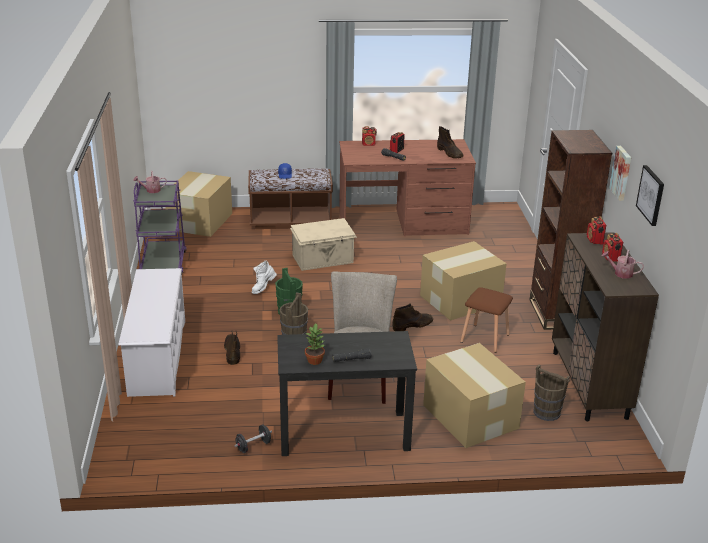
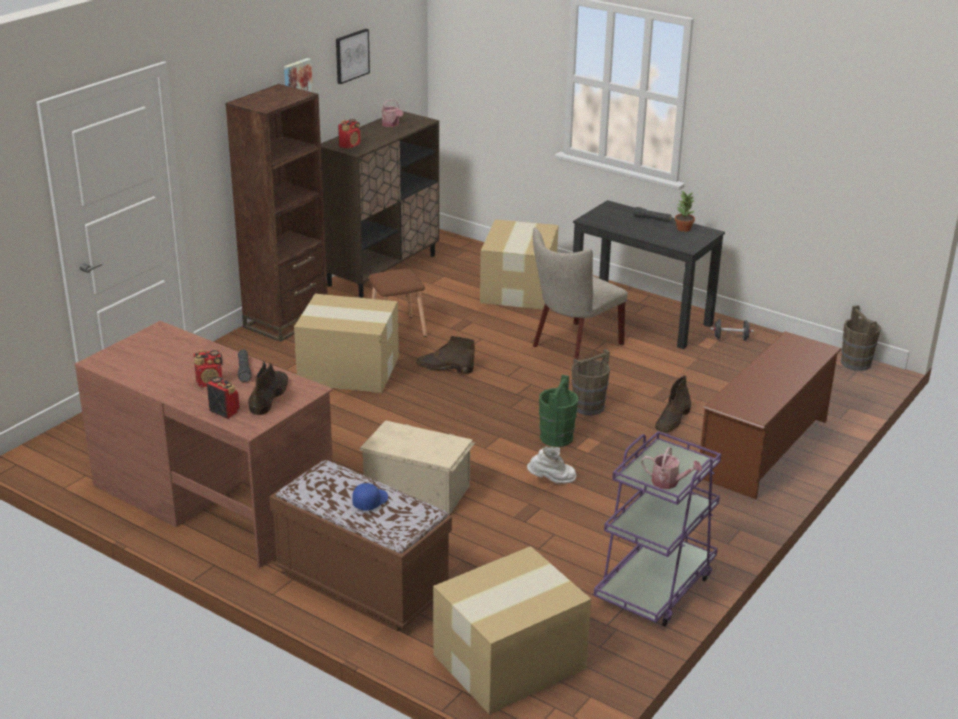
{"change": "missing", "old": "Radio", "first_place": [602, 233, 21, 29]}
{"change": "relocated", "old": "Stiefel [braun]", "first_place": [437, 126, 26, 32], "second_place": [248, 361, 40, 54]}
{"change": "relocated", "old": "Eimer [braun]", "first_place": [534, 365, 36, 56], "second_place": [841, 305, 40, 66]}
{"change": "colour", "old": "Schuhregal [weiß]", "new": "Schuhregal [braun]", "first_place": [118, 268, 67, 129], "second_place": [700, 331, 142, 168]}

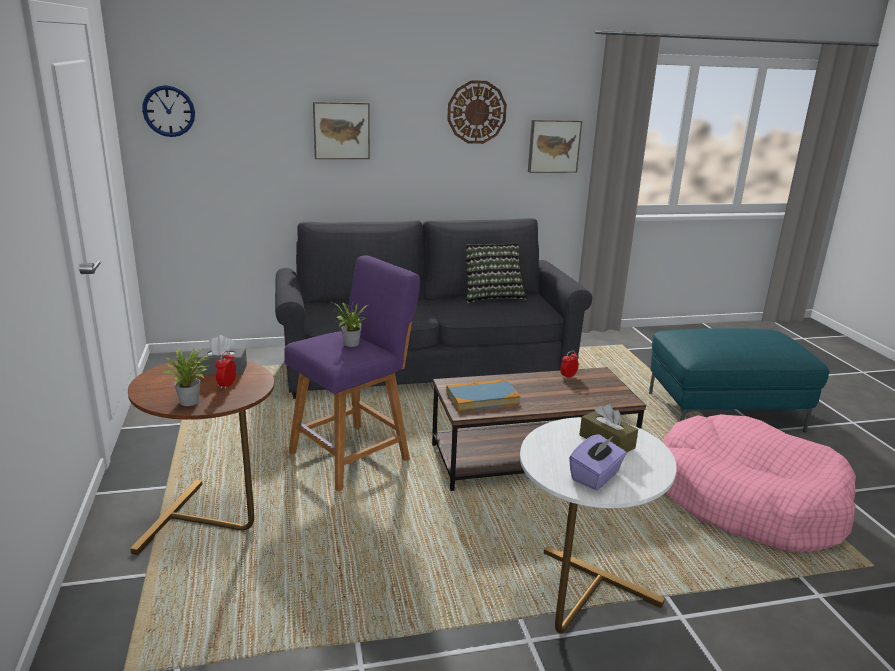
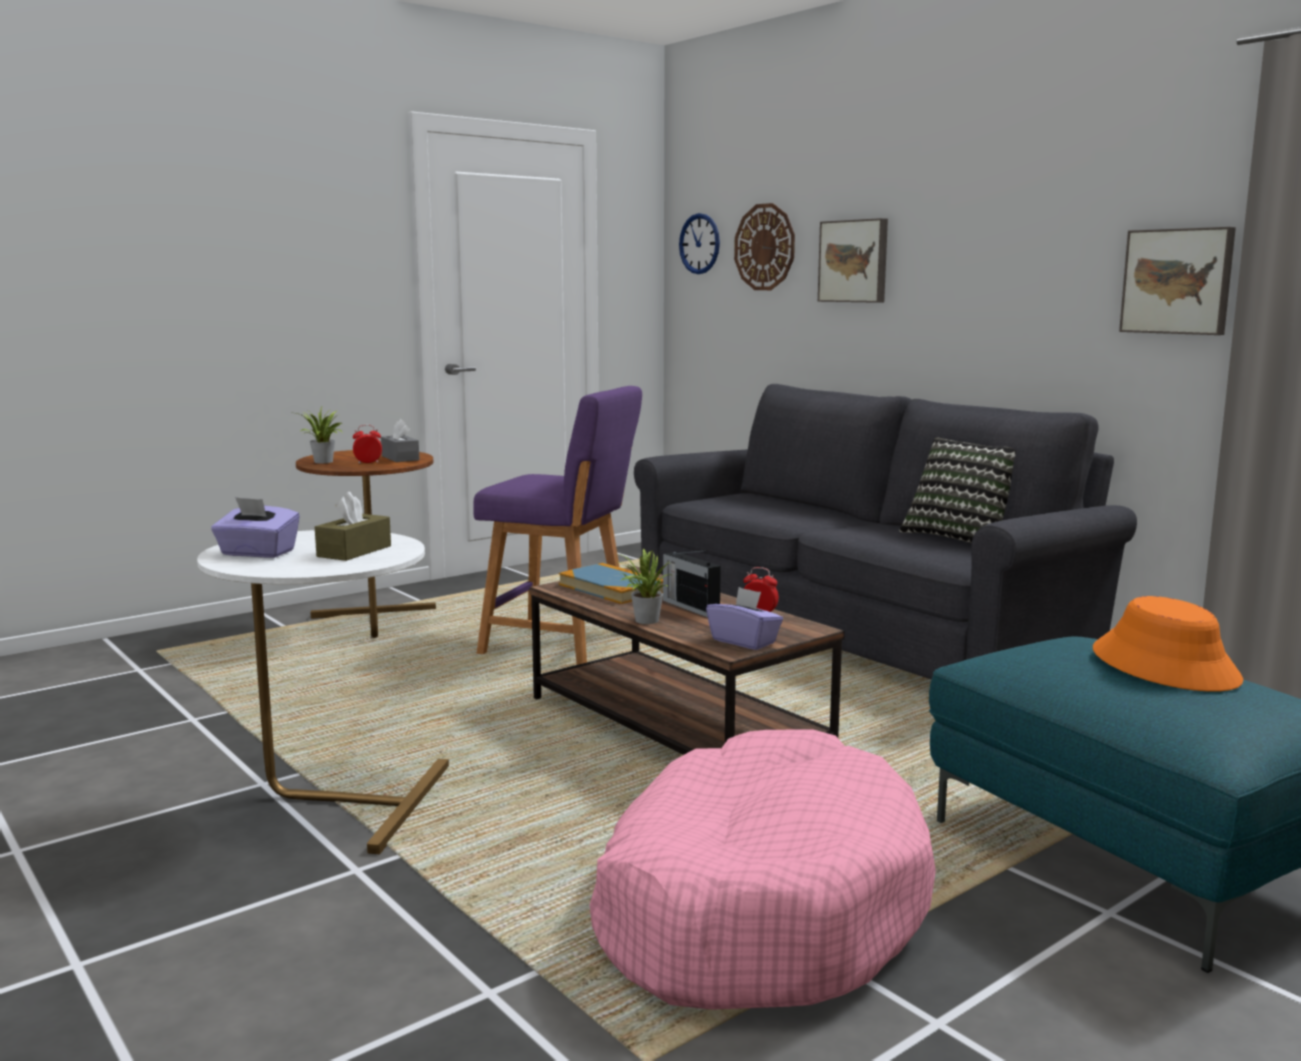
{"change": "appeared", "new": "Radio", "second_place": [663, 550, 58, 67]}
{"change": "appeared", "new": "Taschentuchbox [lila]", "second_place": [706, 587, 77, 63]}
{"change": "appeared", "new": "Hut [orange]", "second_place": [1093, 596, 150, 96]}
{"change": "relocated", "old": "Topfpflanze", "first_place": [330, 302, 38, 45], "second_place": [618, 548, 53, 76]}
{"change": "relocated", "old": "Wanduhr", "first_place": [447, 80, 60, 64], "second_place": [734, 203, 61, 87]}

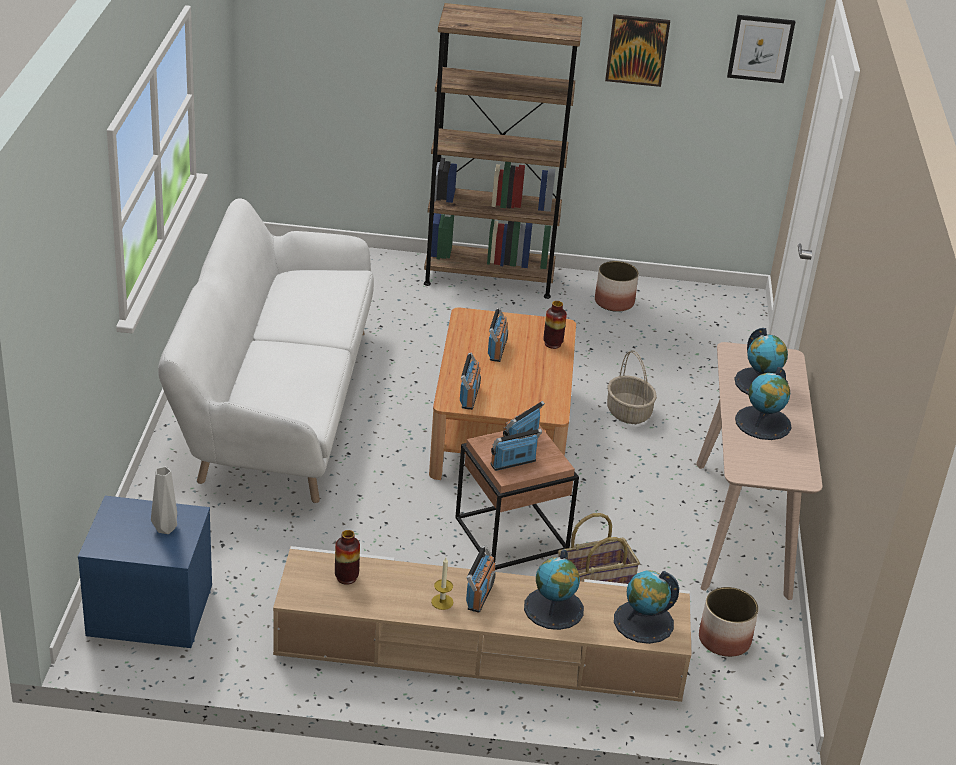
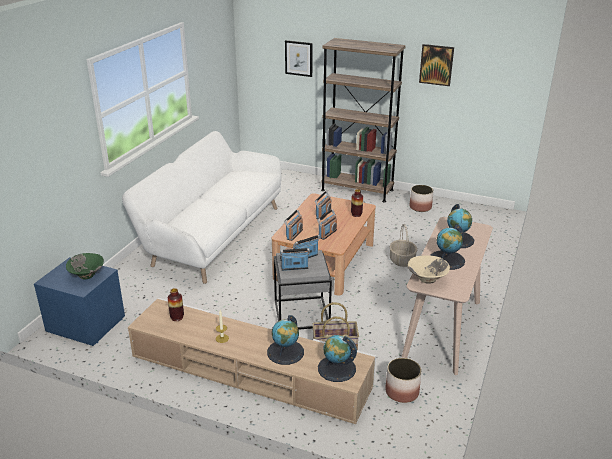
{"change": "appeared", "new": "Schüssel [beige]", "second_place": [408, 255, 42, 29]}
{"change": "relocated", "old": "Radio", "first_place": [466, 546, 29, 67], "second_place": [317, 209, 20, 31]}
{"change": "relocated", "old": "Bild", "first_place": [727, 15, 68, 68], "second_place": [285, 40, 28, 37]}
{"change": "exchanged", "old": "Vase [grau]", "new": "Schüssel [grün]", "first_place": [151, 467, 26, 67], "second_place": [66, 253, 38, 27]}
{"change": "colour", "old": "Beistelltisch [braun]", "new": "Beistelltisch [grau]", "first_place": [455, 425, 124, 145], "second_place": [274, 250, 58, 80]}

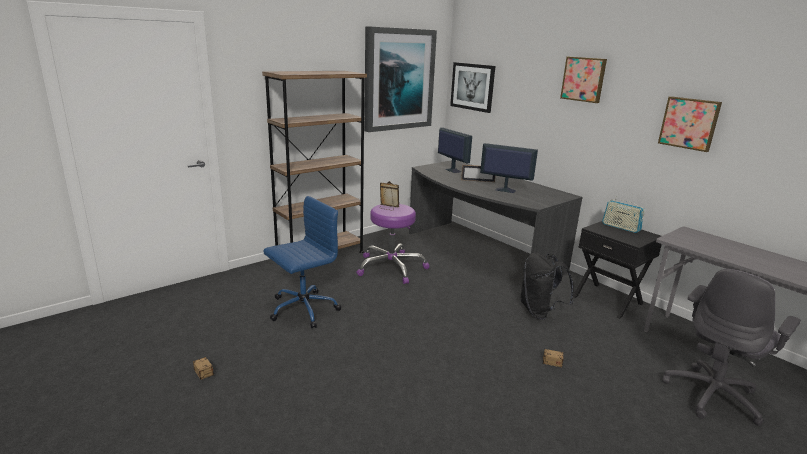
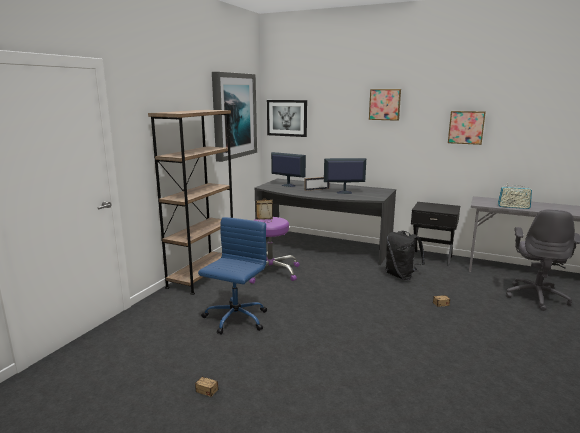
{"change": "relocated", "old": "Radio", "first_place": [602, 196, 43, 37], "second_place": [498, 183, 34, 26]}

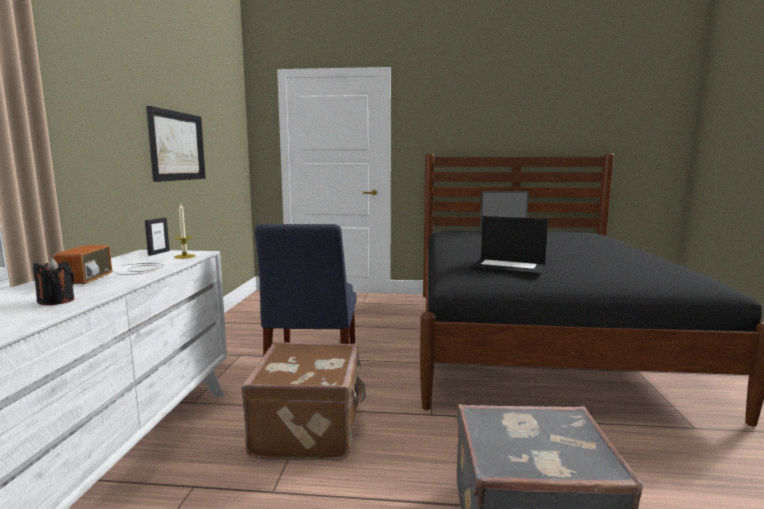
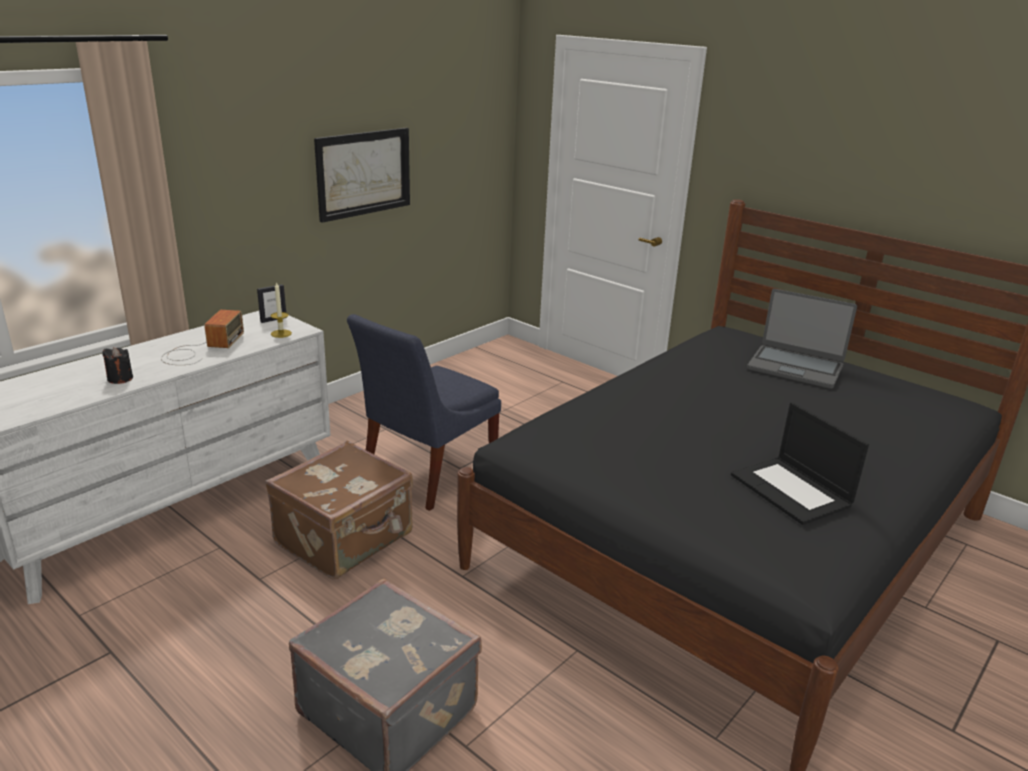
{"change": "relocated", "old": "Laptop", "first_place": [470, 216, 78, 60], "second_place": [731, 402, 138, 123]}
{"change": "spun", "old": "Radio", "first_place": [54, 245, 110, 39], "second_place": [161, 310, 83, 55], "degrees": 150}

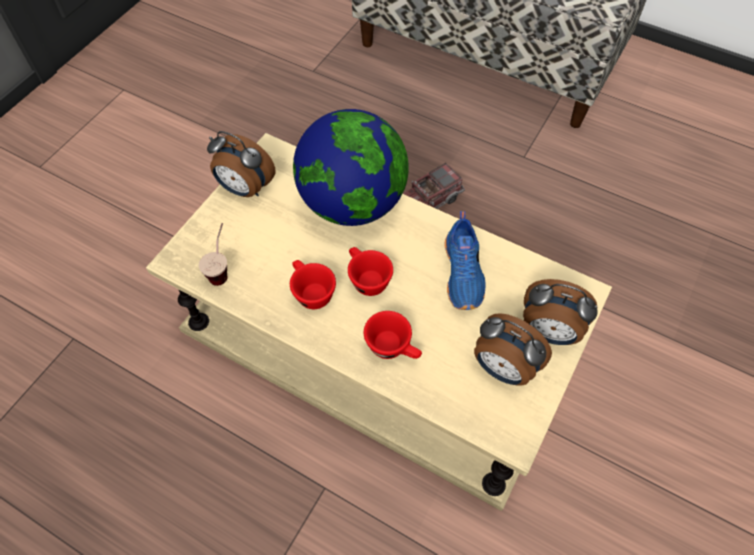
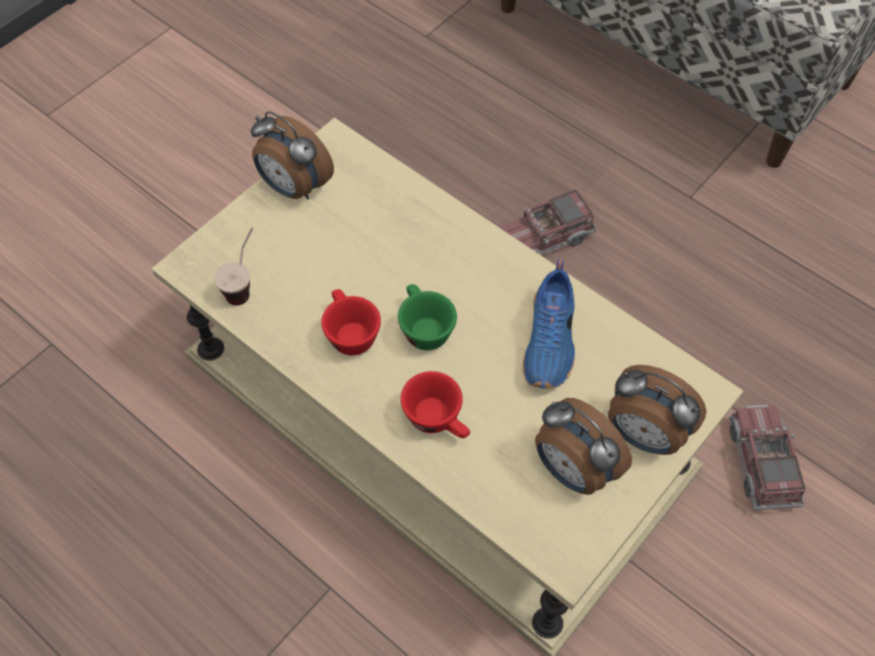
{"change": "missing", "old": "Globus", "first_place": [293, 109, 116, 117]}
{"change": "appeared", "new": "Spielzeuglaster", "second_place": [729, 404, 77, 106]}
{"change": "colour", "old": "Tasse [rot]", "new": "Tasse [grün]", "first_place": [348, 247, 45, 49], "second_place": [398, 284, 59, 66]}

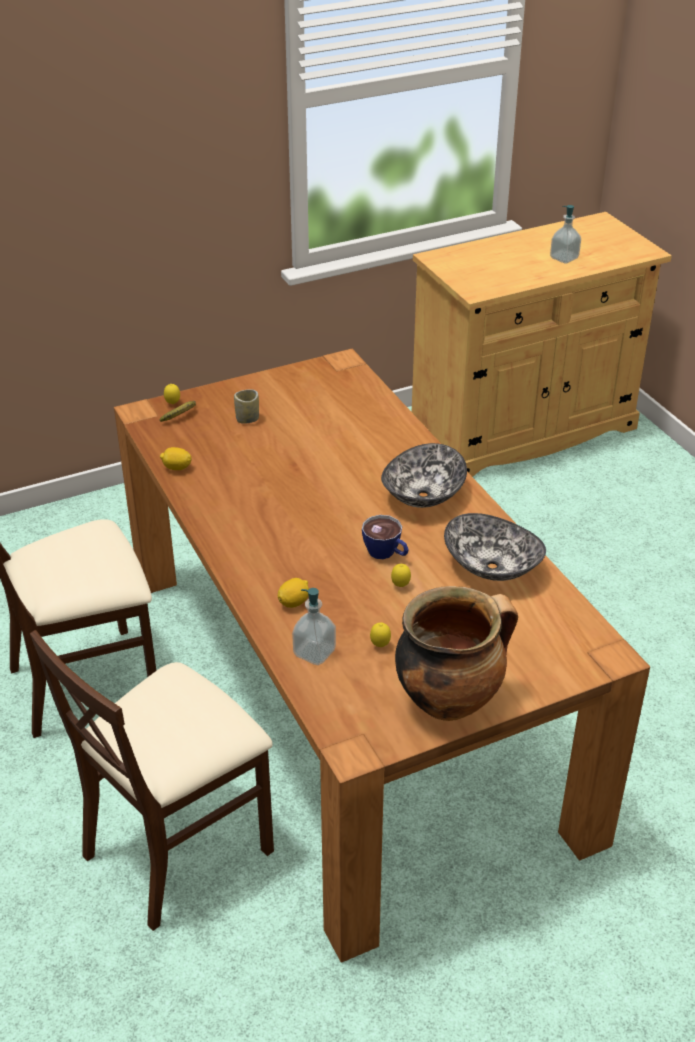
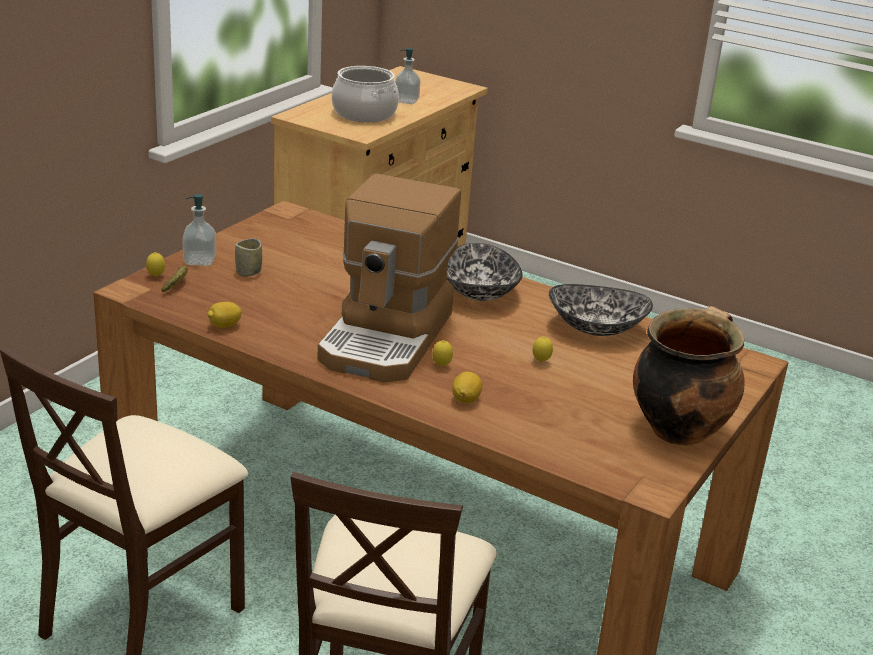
{"change": "missing", "old": "Tasse", "first_place": [362, 515, 47, 44]}
{"change": "appeared", "new": "Kaffeemaschine", "second_place": [317, 173, 144, 209]}
{"change": "appeared", "new": "Kochtopf", "second_place": [332, 66, 67, 56]}
{"change": "relocated", "old": "Seifenspender", "first_place": [292, 588, 44, 77], "second_place": [182, 194, 34, 72]}
{"change": "relocated", "old": "Zitrone", "first_place": [370, 623, 21, 24], "second_place": [432, 340, 21, 27]}

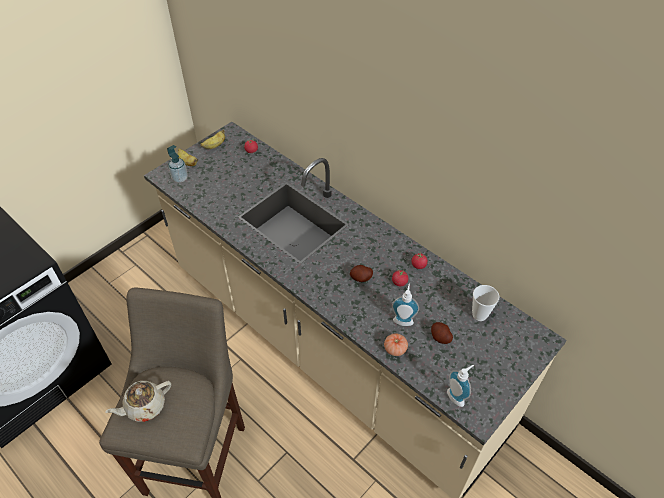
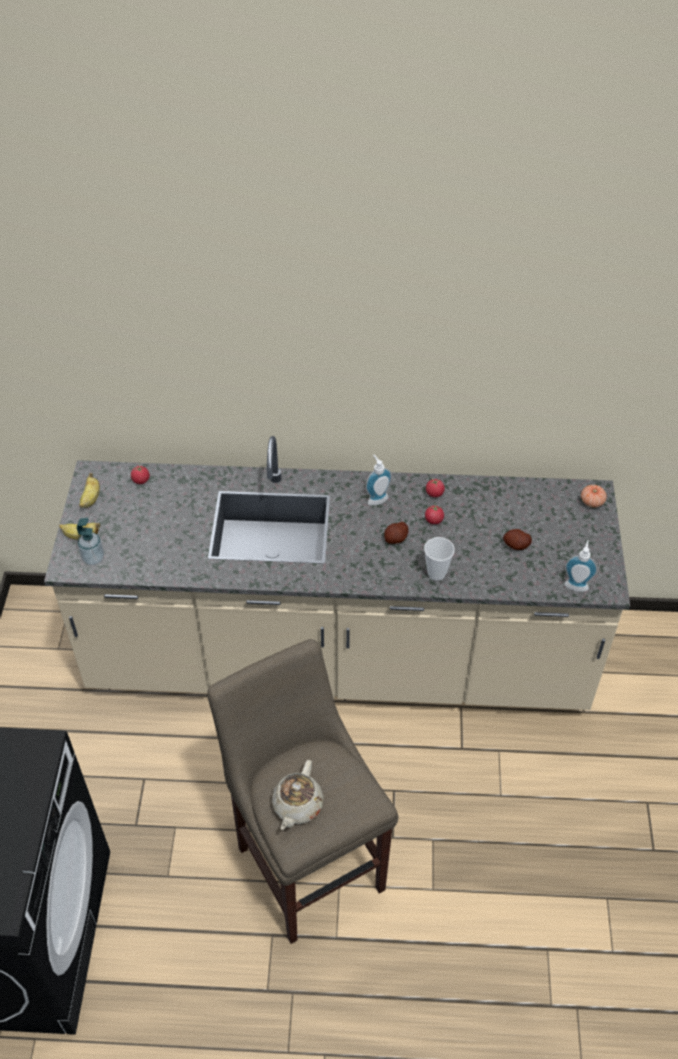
{"change": "relocated", "old": "Tomate", "first_place": [384, 333, 24, 23], "second_place": [581, 485, 26, 23]}
{"change": "relocated", "old": "Seifenspender", "first_place": [392, 284, 27, 42], "second_place": [366, 455, 26, 51]}
{"change": "relocated", "old": "Tasse", "first_place": [472, 285, 27, 36], "second_place": [424, 537, 31, 44]}

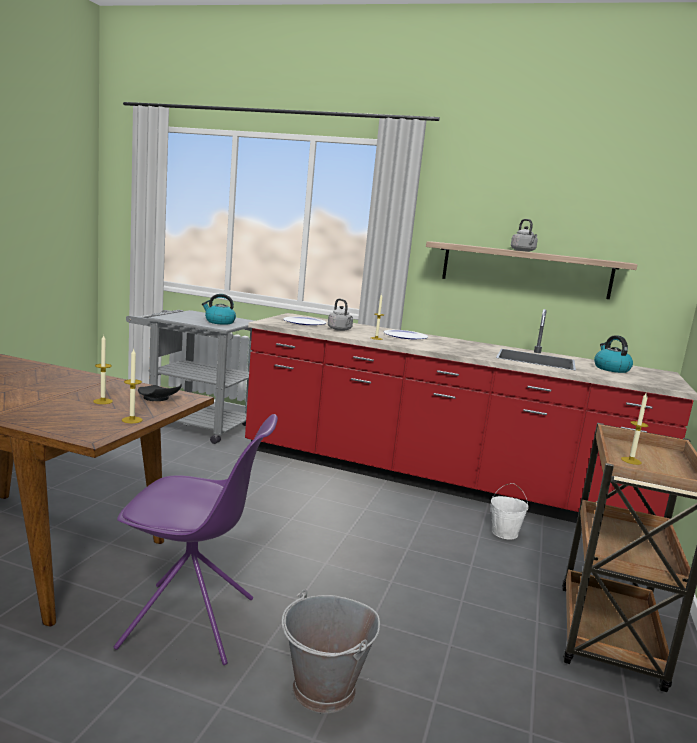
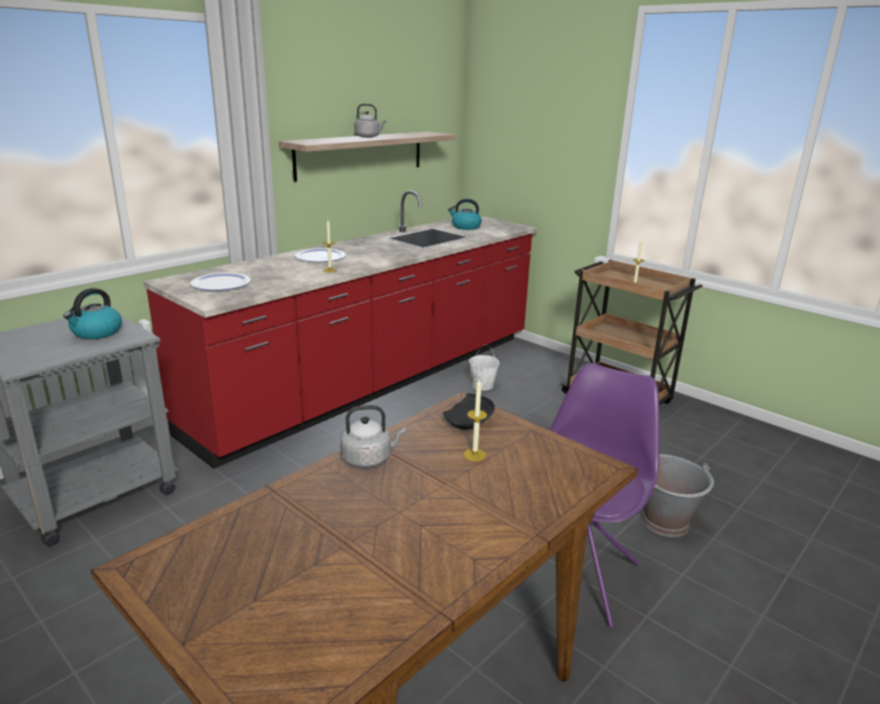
{"change": "missing", "old": "Kerze", "first_place": [122, 349, 20, 74]}
{"change": "relocated", "old": "Wasserkessel [grau]", "first_place": [328, 299, 25, 32], "second_place": [340, 405, 66, 63]}

